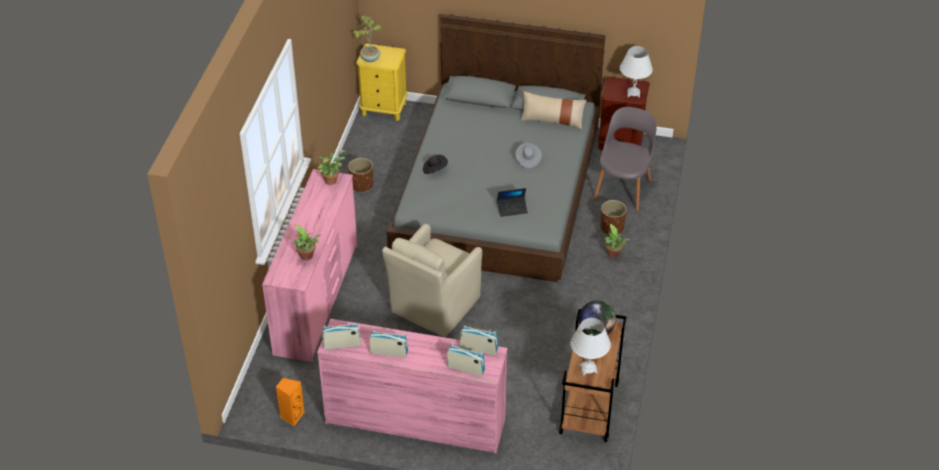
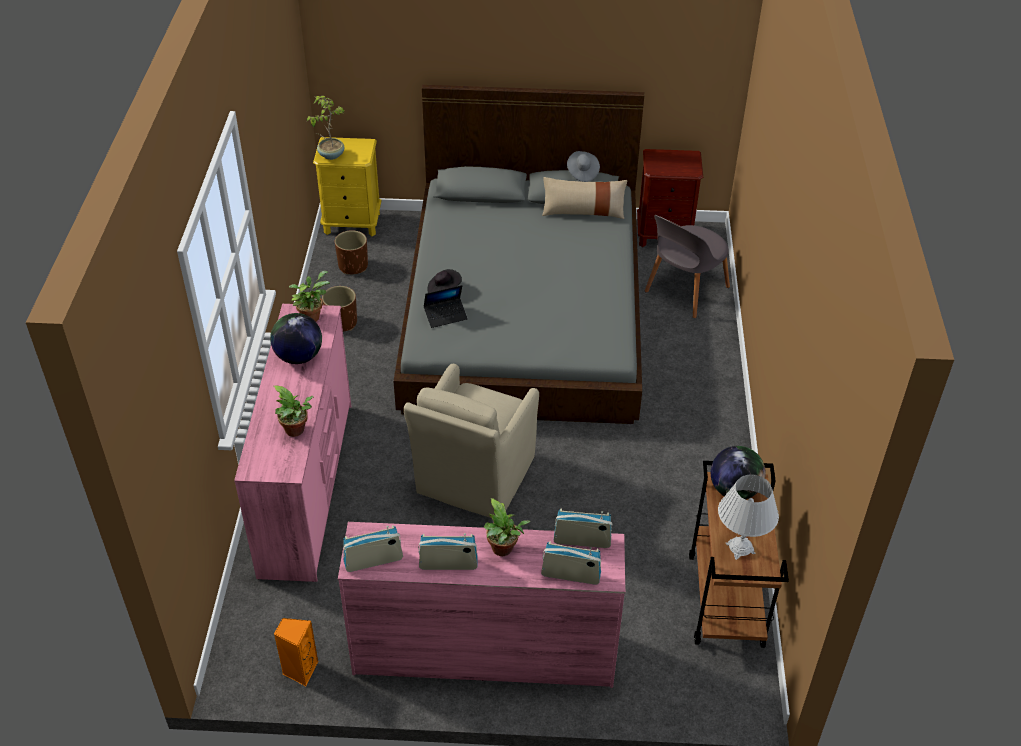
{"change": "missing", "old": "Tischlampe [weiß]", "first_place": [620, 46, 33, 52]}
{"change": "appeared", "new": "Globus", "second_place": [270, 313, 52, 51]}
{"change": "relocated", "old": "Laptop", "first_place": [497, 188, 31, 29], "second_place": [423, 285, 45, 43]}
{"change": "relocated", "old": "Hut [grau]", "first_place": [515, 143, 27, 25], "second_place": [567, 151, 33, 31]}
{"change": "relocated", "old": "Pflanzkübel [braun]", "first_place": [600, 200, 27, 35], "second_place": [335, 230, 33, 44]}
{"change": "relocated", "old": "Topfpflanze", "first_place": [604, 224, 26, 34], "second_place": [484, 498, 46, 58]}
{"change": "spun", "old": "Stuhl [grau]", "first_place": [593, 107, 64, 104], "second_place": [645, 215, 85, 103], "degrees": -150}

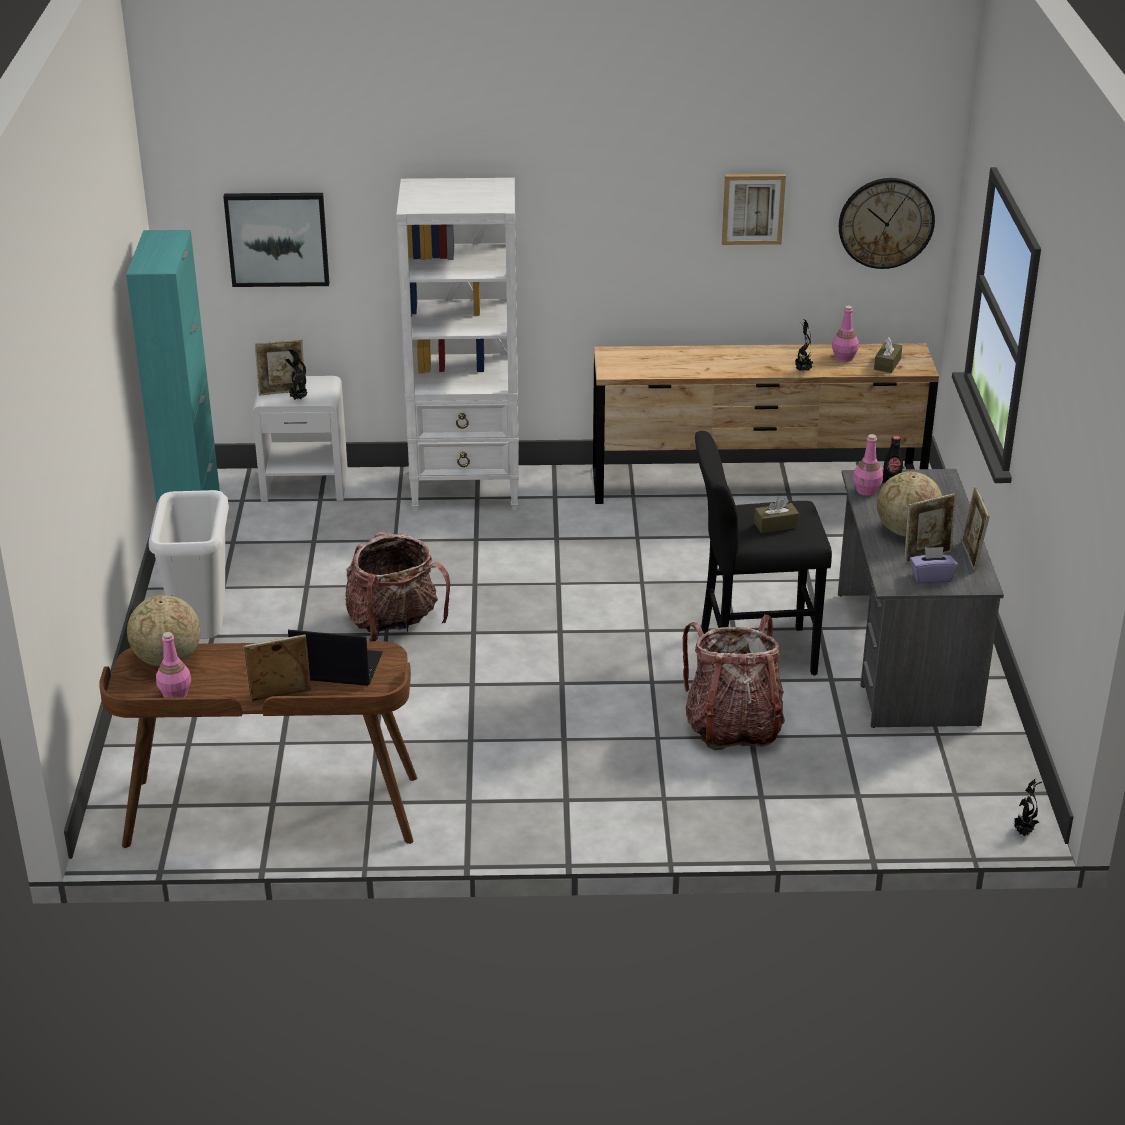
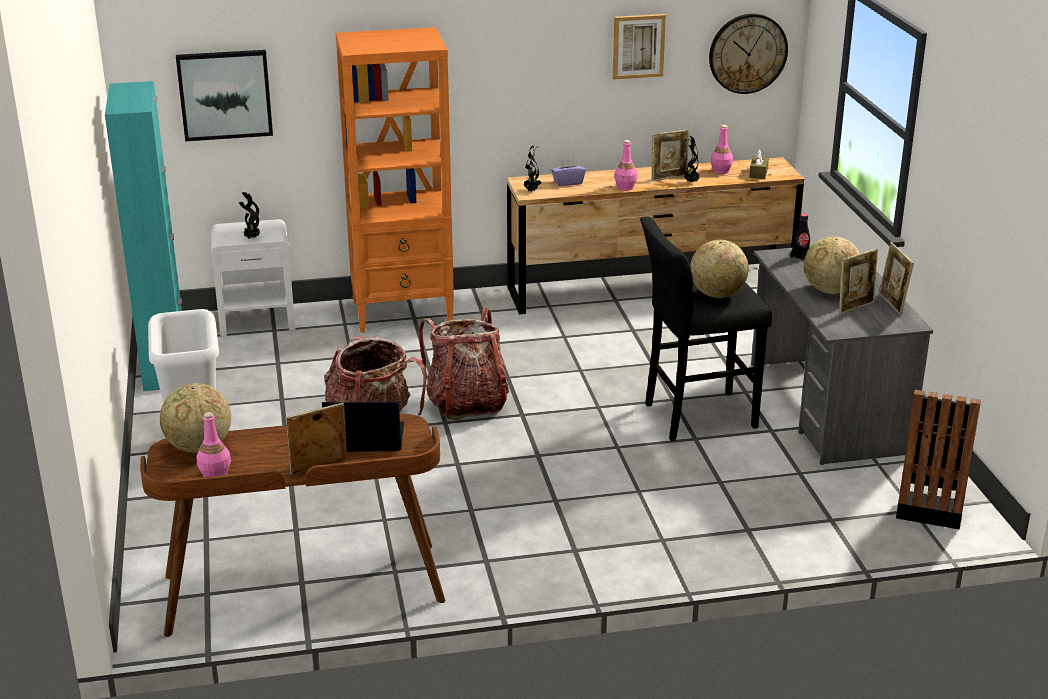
{"change": "appeared", "new": "Mülleimer [schwarz]", "second_place": [896, 390, 85, 140]}
{"change": "relocated", "old": "Bilderrahmen", "first_place": [255, 339, 51, 57], "second_place": [651, 130, 38, 51]}
{"change": "relocated", "old": "Rucksack", "first_place": [683, 614, 102, 136], "second_place": [419, 308, 90, 112]}
{"change": "relocated", "old": "Flasche [rosa]", "first_place": [853, 434, 30, 62], "second_place": [614, 140, 23, 51]}
{"change": "relocated", "old": "Taschentuchbox [lila]", "first_place": [910, 547, 48, 37], "second_place": [551, 158, 35, 28]}
{"change": "relocated", "old": "Topfpflanze", "first_place": [1014, 779, 28, 57], "second_place": [524, 145, 18, 46]}
{"change": "exchanged", "old": "Taschentuchbox [braun]", "new": "Globus", "first_place": [754, 497, 45, 36], "second_place": [690, 240, 59, 58]}
{"change": "colour", "old": "Bücherregal [weiß]", "new": "Bücherregal [orange]", "first_place": [396, 178, 123, 333], "second_place": [336, 27, 118, 306]}

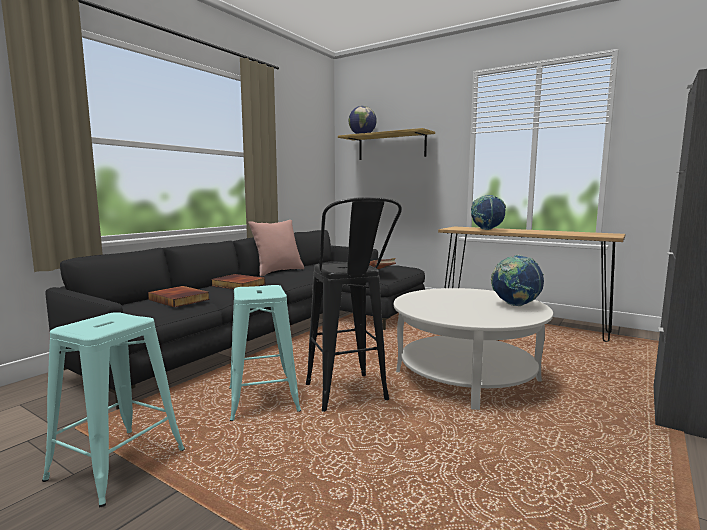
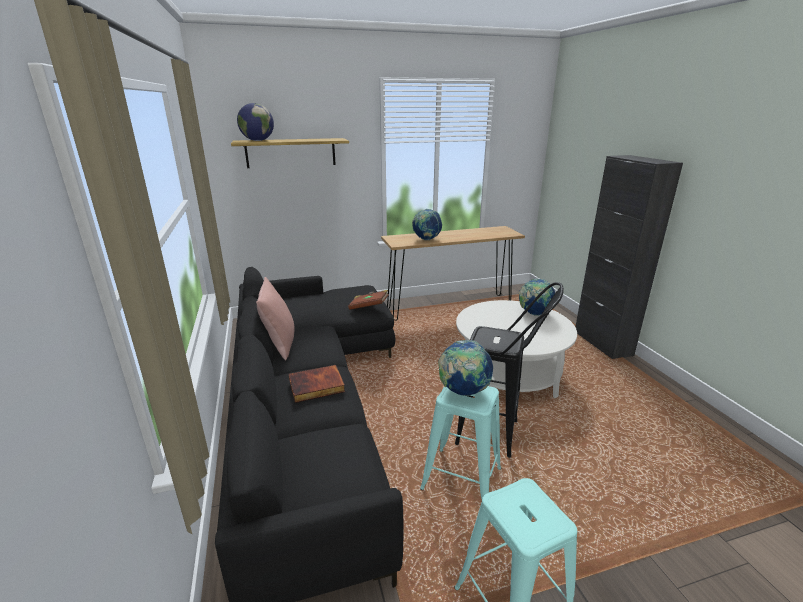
{"change": "missing", "old": "Buch", "first_place": [148, 286, 62, 21]}
{"change": "appeared", "new": "Globus", "second_place": [438, 340, 55, 56]}

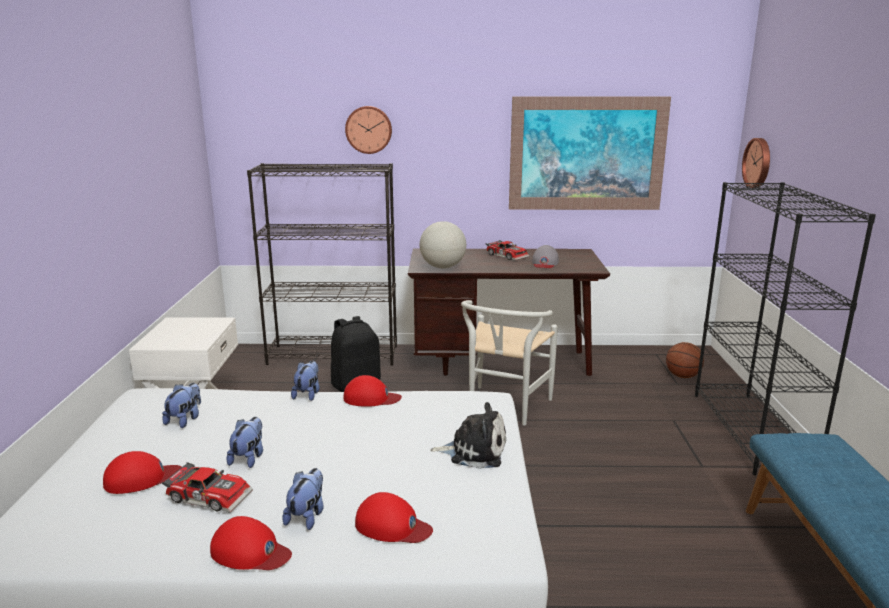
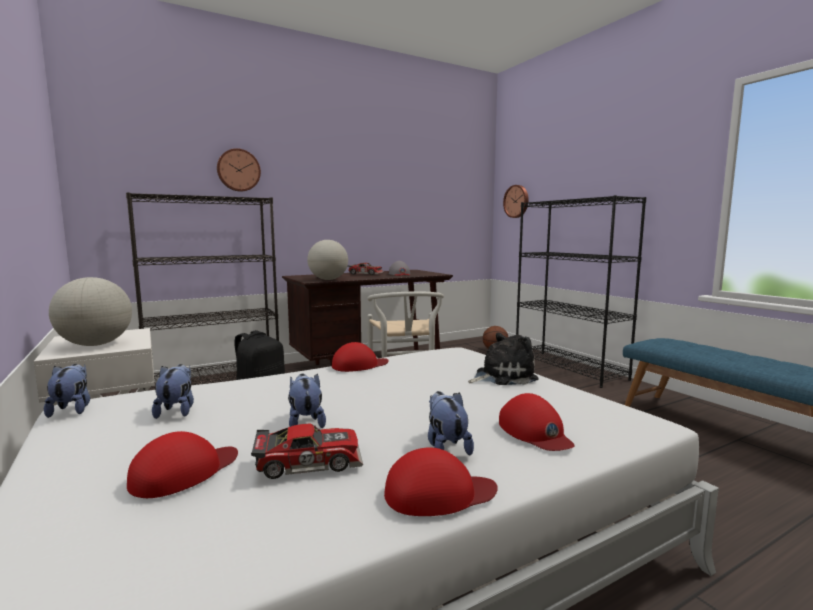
{"change": "missing", "old": "Bild", "first_place": [509, 97, 162, 113]}
{"change": "appeared", "new": "Globus", "second_place": [49, 277, 83, 69]}
{"change": "relocated", "old": "Plüschtier", "first_place": [291, 360, 29, 41], "second_place": [44, 364, 46, 54]}
{"change": "spun", "old": "Kappe [rot]", "first_place": [355, 492, 78, 51], "second_place": [499, 393, 76, 58], "degrees": 75}

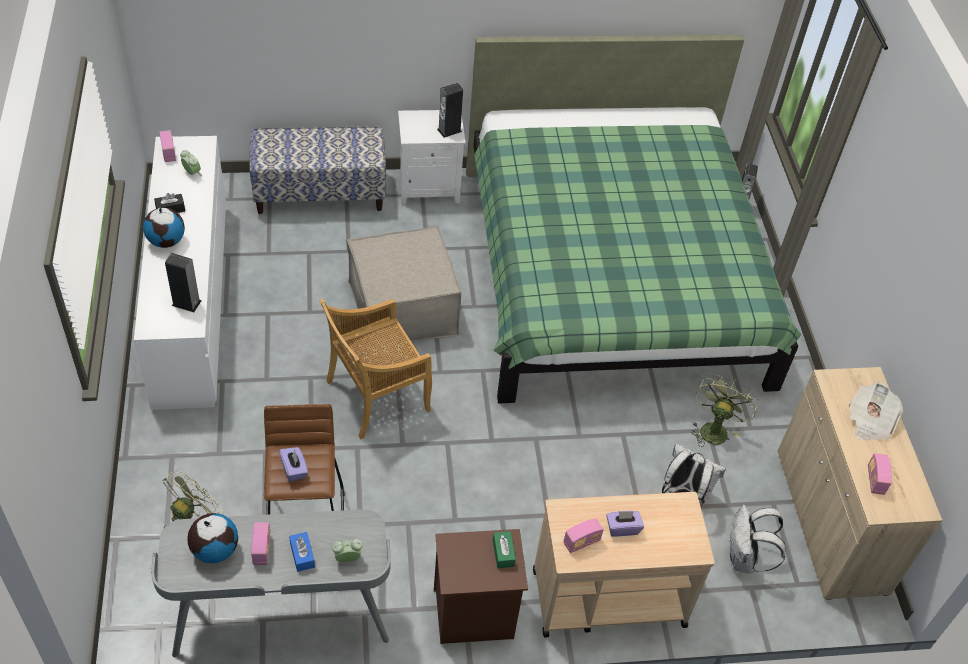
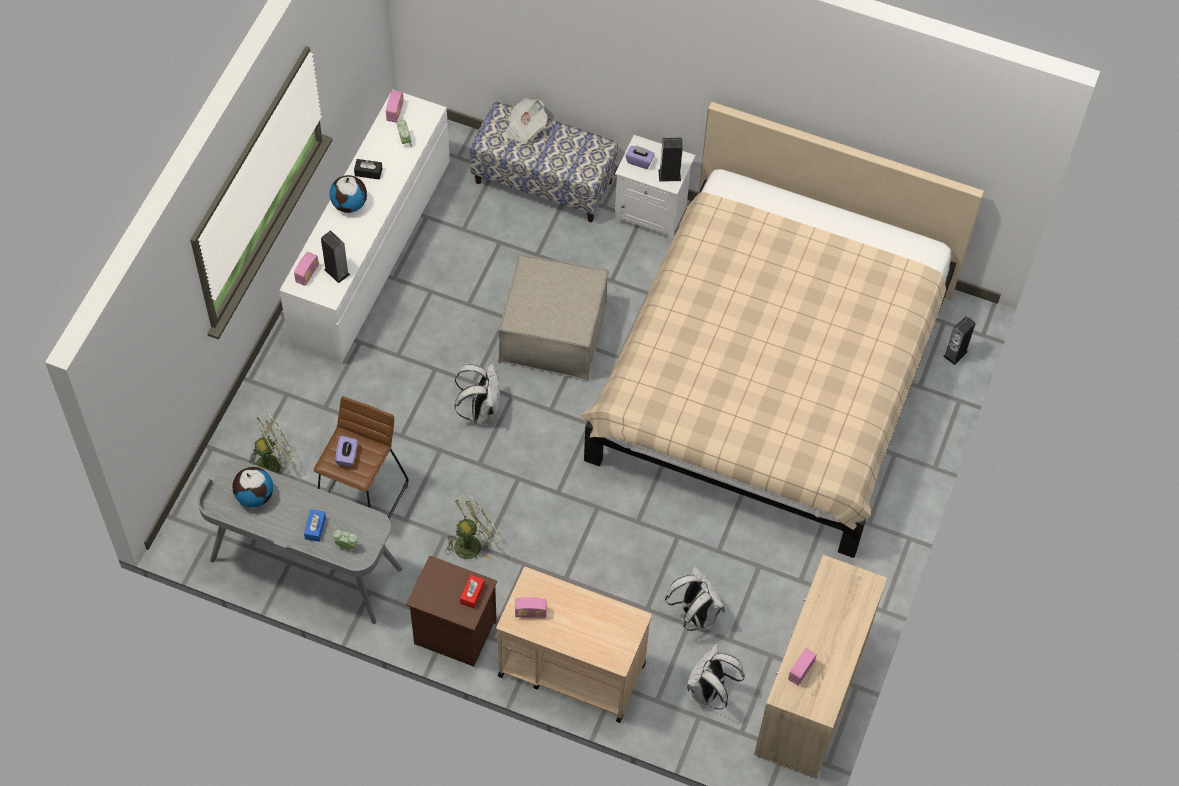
{"change": "relocated", "old": "Radio", "first_place": [251, 522, 20, 43], "second_place": [294, 252, 25, 34]}
{"change": "relocated", "old": "Taschentuchbox [lila]", "first_place": [606, 511, 38, 26], "second_place": [625, 146, 30, 23]}
{"change": "relocated", "old": "Ventilator [grün]", "first_place": [691, 375, 68, 72], "second_place": [445, 494, 55, 66]}
{"change": "relocated", "old": "Zeitung", "first_place": [849, 382, 54, 59], "second_place": [504, 98, 44, 46]}
{"change": "exchanged", "old": "Stuhl [beige]", "new": "Rucksack [weiß]", "first_place": [319, 299, 113, 141], "second_place": [454, 364, 47, 60]}
{"change": "colour", "old": "Bett [grün]", "new": "Bett [beige]", "first_place": [466, 35, 336, 368], "second_place": [581, 102, 403, 456]}
{"change": "colour", "old": "Taschentuchbox [grün]", "new": "Taschentuchbox [rot]", "first_place": [493, 531, 23, 37], "second_place": [460, 575, 25, 33]}

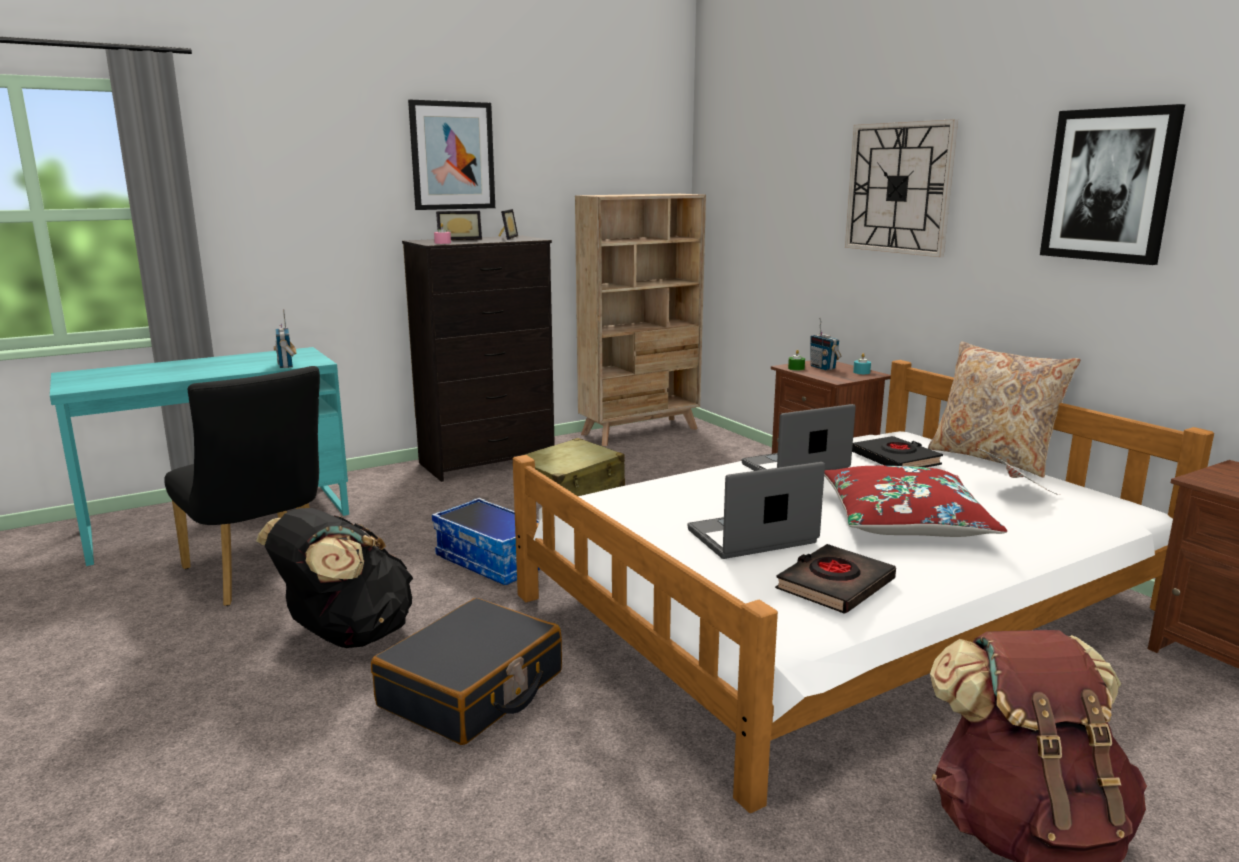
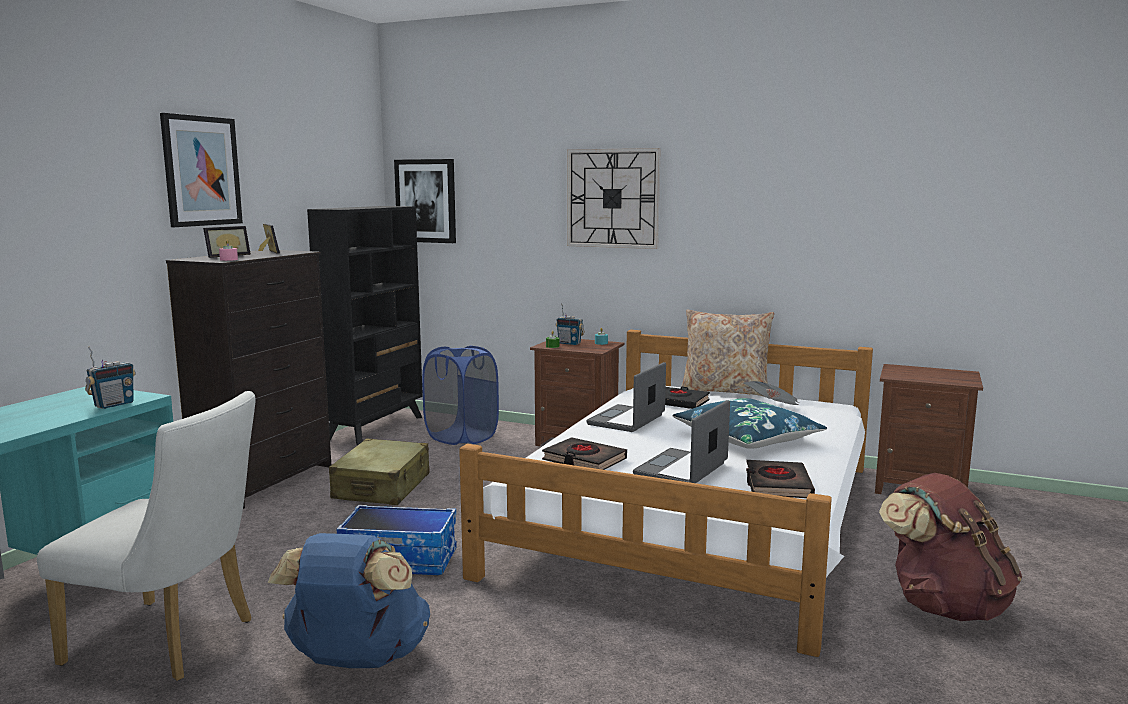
{"change": "missing", "old": "Koffer [schwarz]", "first_place": [371, 598, 191, 147]}
{"change": "appeared", "new": "Wäschekorb [blau]", "second_place": [422, 346, 77, 99]}
{"change": "appeared", "new": "Buch [schwarz]", "second_place": [542, 437, 85, 33]}
{"change": "relocated", "old": "Bild", "first_place": [1040, 104, 145, 161], "second_place": [394, 159, 62, 84]}
{"change": "colour", "old": "Stuhl [schwarz]", "new": "Stuhl [weiß]", "first_place": [164, 366, 156, 240], "second_place": [37, 391, 219, 290]}
{"change": "colour", "old": "Rucksack [schwarz]", "new": "Rucksack [blau]", "first_place": [256, 508, 157, 140], "second_place": [268, 533, 162, 135]}
{"change": "colour", "old": "Bücherregal [beige]", "new": "Bücherregal [schwarz]", "first_place": [575, 194, 131, 252], "second_place": [307, 206, 116, 239]}
{"change": "colour", "old": "Kissen [rot]", "new": "Kissen [blau]", "first_place": [824, 466, 183, 71], "second_place": [673, 398, 154, 51]}
{"change": "spun", "old": "Radio", "first_place": [274, 309, 23, 59], "second_place": [85, 346, 51, 63], "degrees": -90}

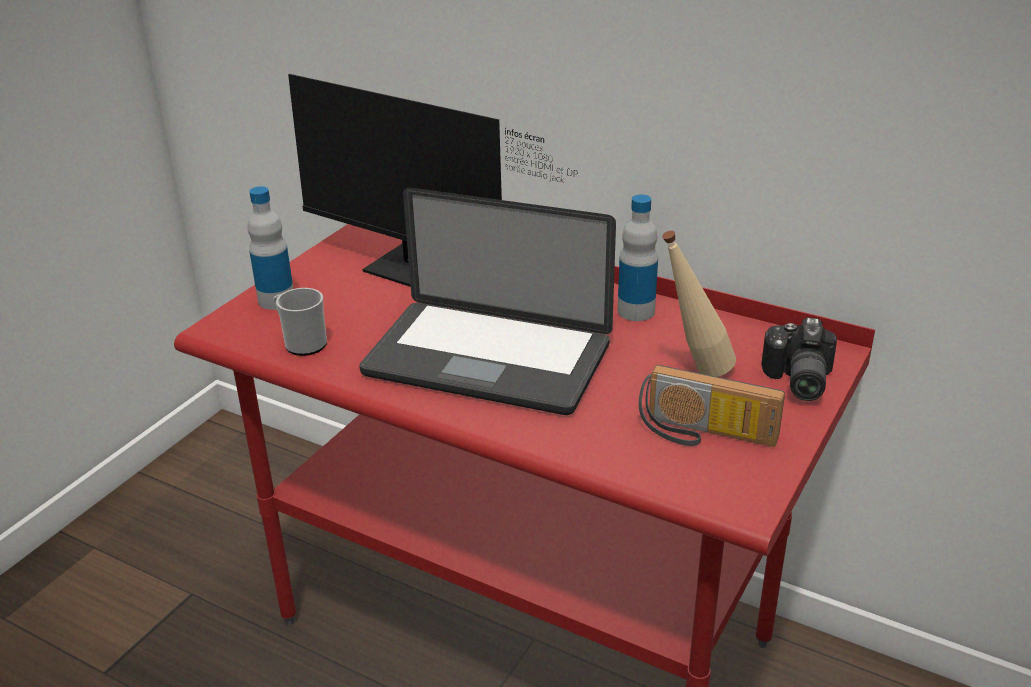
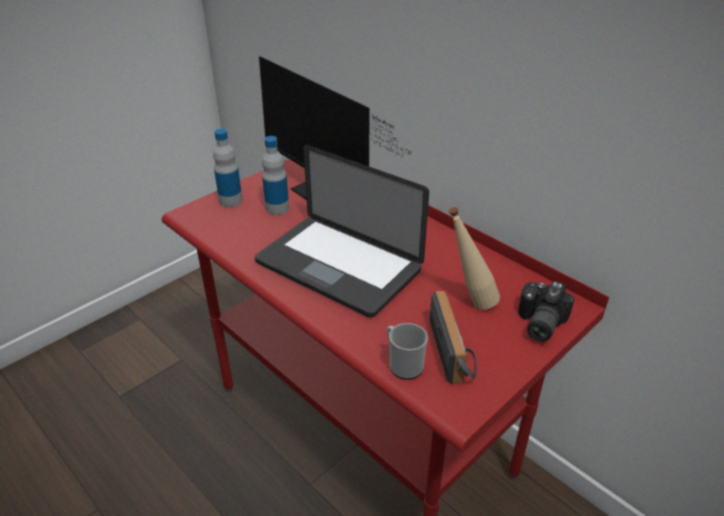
{"change": "relocated", "old": "Henkelbecher", "first_place": [273, 288, 54, 68], "second_place": [387, 323, 41, 57]}
{"change": "relocated", "old": "Flasche", "first_place": [618, 194, 40, 127], "second_place": [262, 136, 27, 79]}
{"change": "spun", "old": "Radio", "first_place": [639, 365, 146, 82], "second_place": [429, 291, 48, 93], "degrees": -135}

